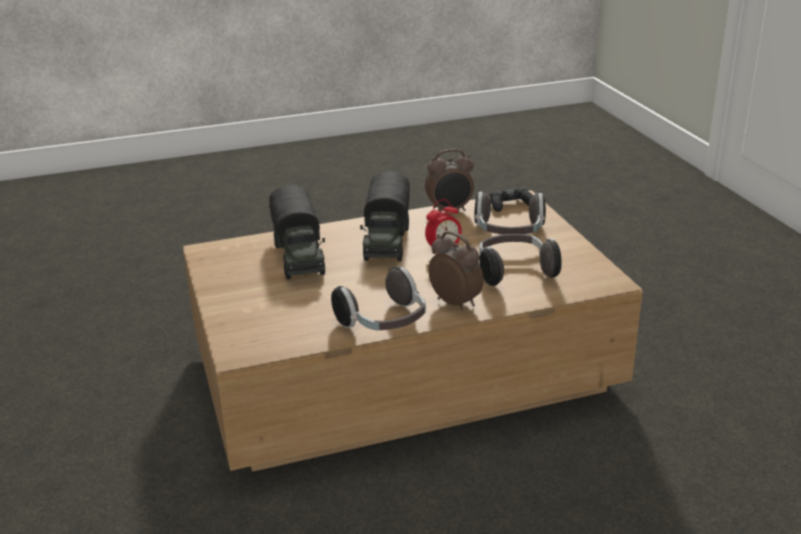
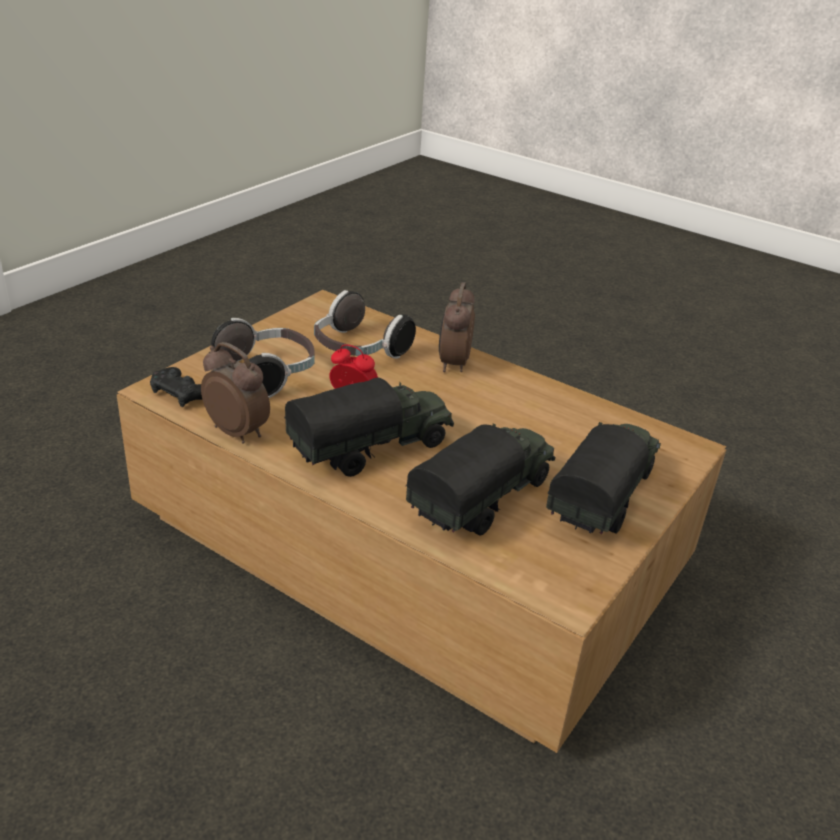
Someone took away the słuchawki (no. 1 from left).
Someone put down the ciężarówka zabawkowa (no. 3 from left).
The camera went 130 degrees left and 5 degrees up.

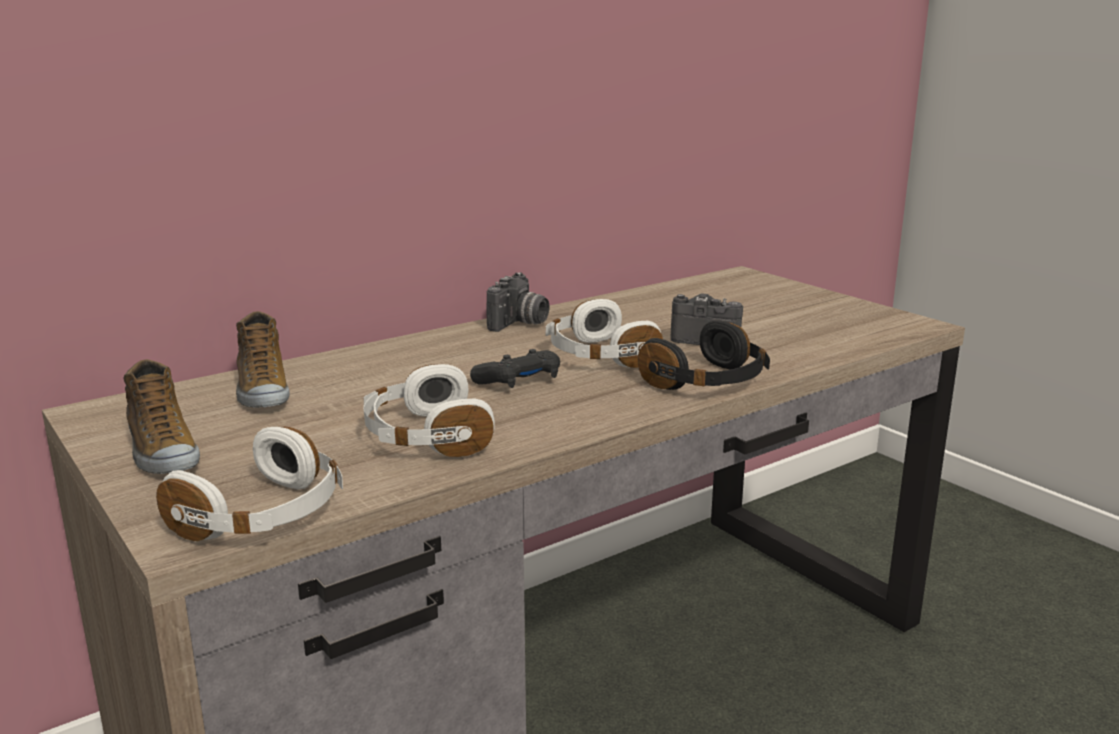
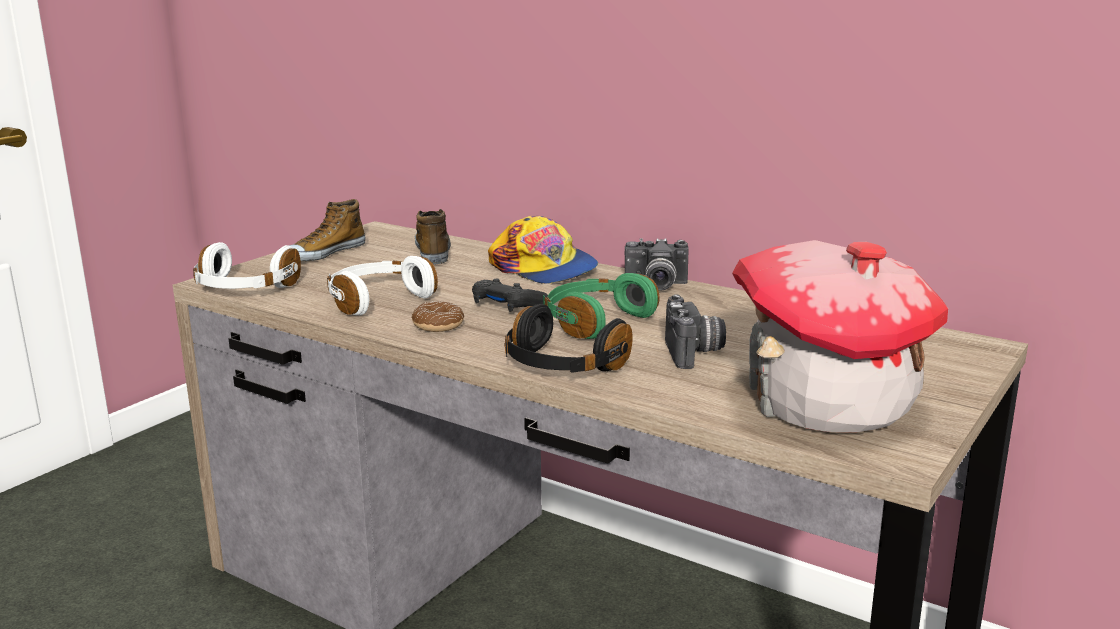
Someone put down the donut.
Someone put down the czapka z daszkiem.
Someone put down the domek.
Someone repainted the słuchawki/biały (no. 3 from left), which became the słuchawki/zielony.
Someone rotated the but (no. 2 from left) by 120 degrees clockwise.
The camera went 70 degrees right and 0 degrees up.

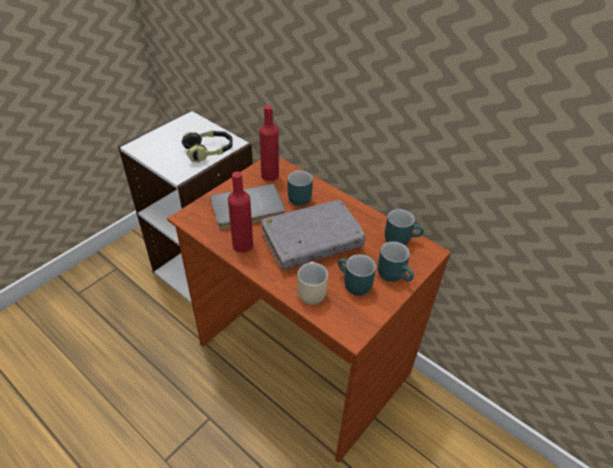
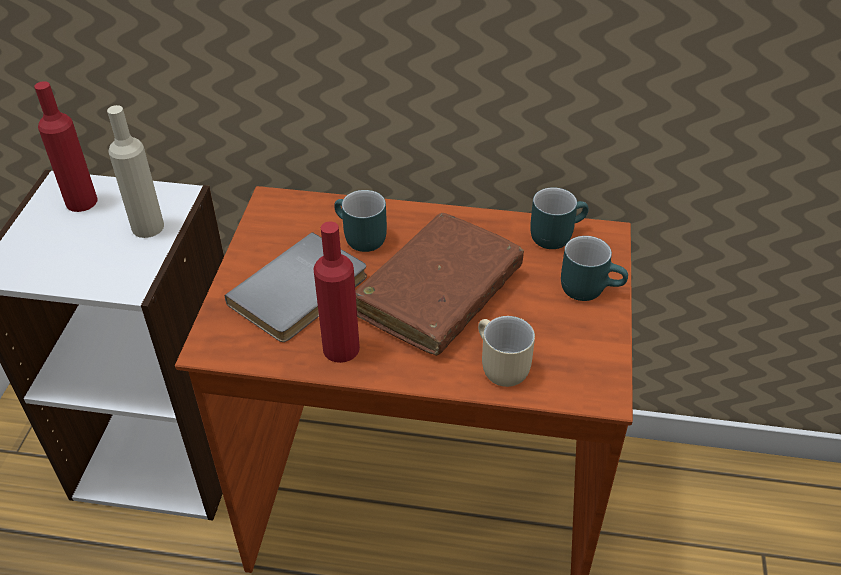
Someone took away the kubek/turkusowy (no. 2 from left).
Someone carried the butelka/czerwony (no. 2 from left in the first image).
Someone swapped the słuchawki for the butelka/beżowy.
Someone repainted the książka/szary (no. 2 from left), which became the książka/brązowy.
The camera went 30 degrees left and 0 degrees up.

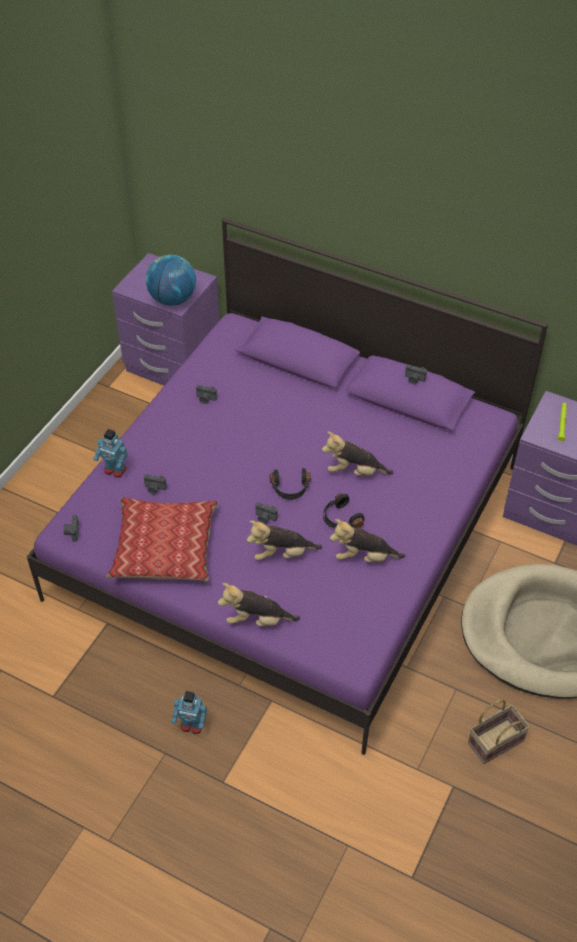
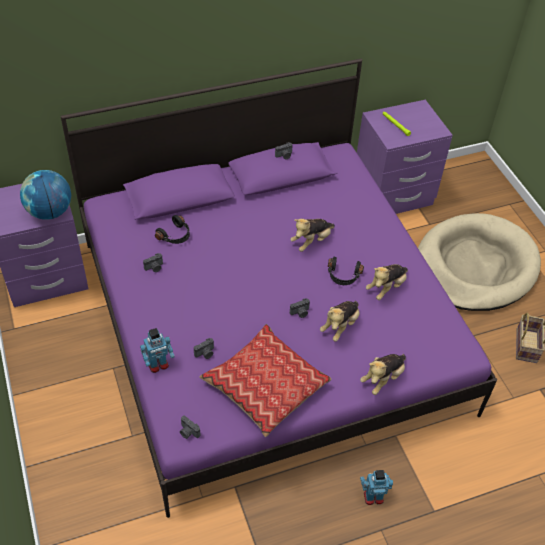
Someone carried the słuchawki/czarny (no. 1 from left).
Someone rotated the robot zabawkowy (no. 2 from left) by 150 degrees counterclockwise.
The camera went 50 degrees left and 0 degrees up.

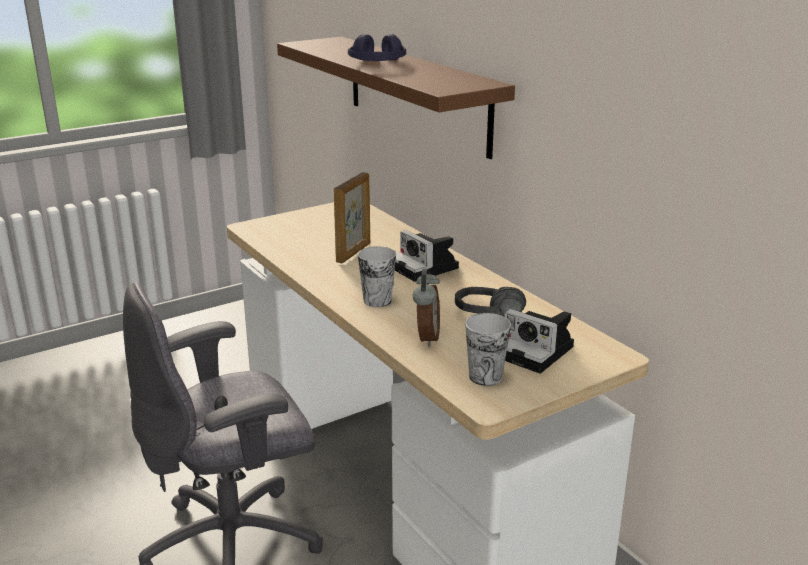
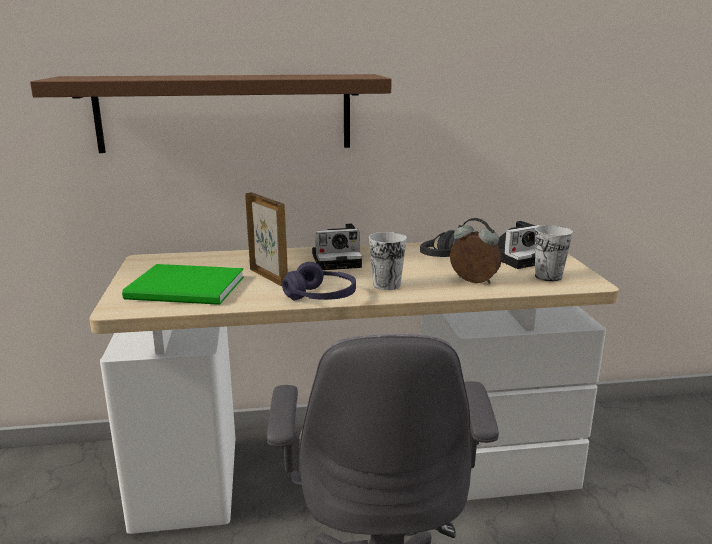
Someone put down the książka/zielony.
Someone carried the słuchawki/fioletowy.
The camera went 65 degrees left and 5 degrees down.

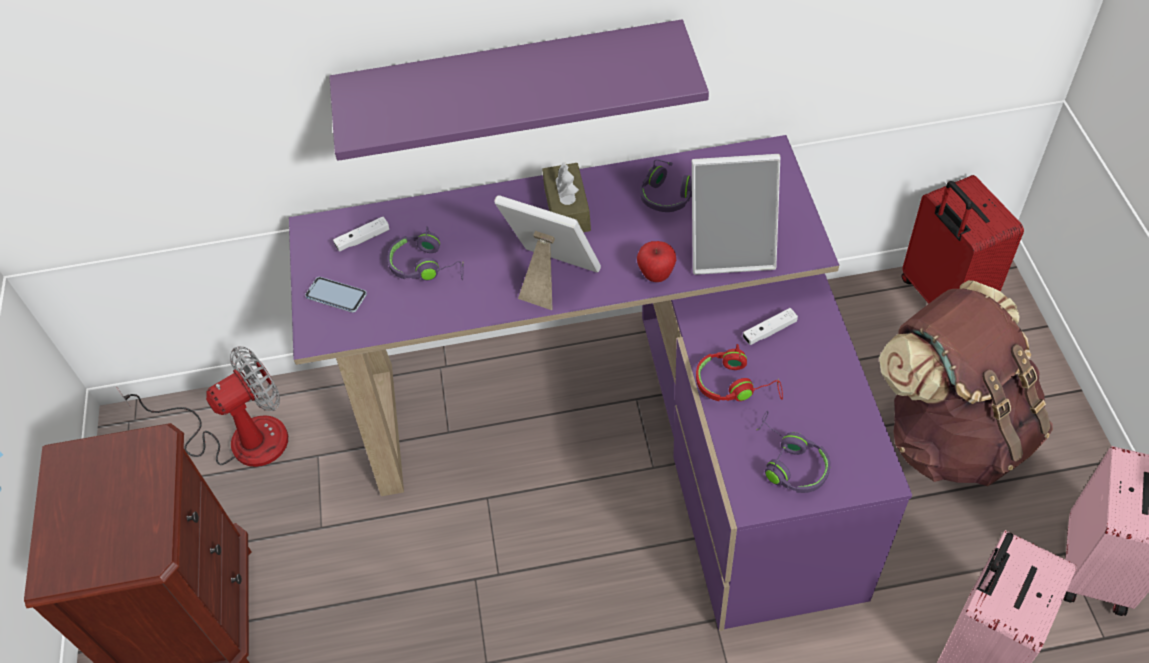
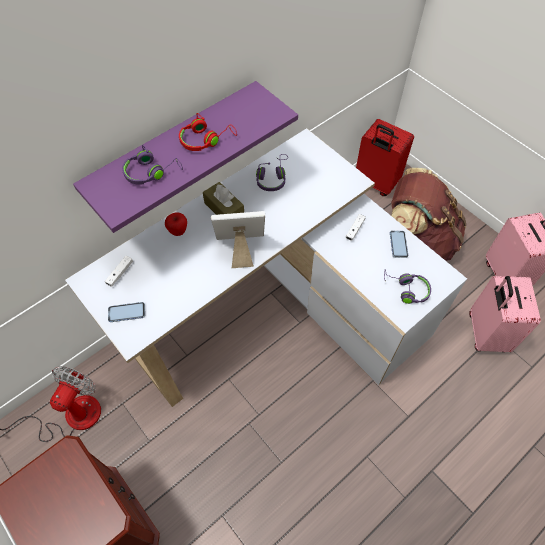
Someone took away the ramka na zdjęcie (no. 2 from left).
Someone put down the telefon (no. 2 from left).
Someone carried the słuchawki/fioletowy (no. 1 from left).
Someone carried the jabłko.
Someone carried the słuchawki/czerwony.
Someone repainted the biurko/fioletowy, which became the biurko/biały.
The camera went 35 degrees left and 5 degrees up.

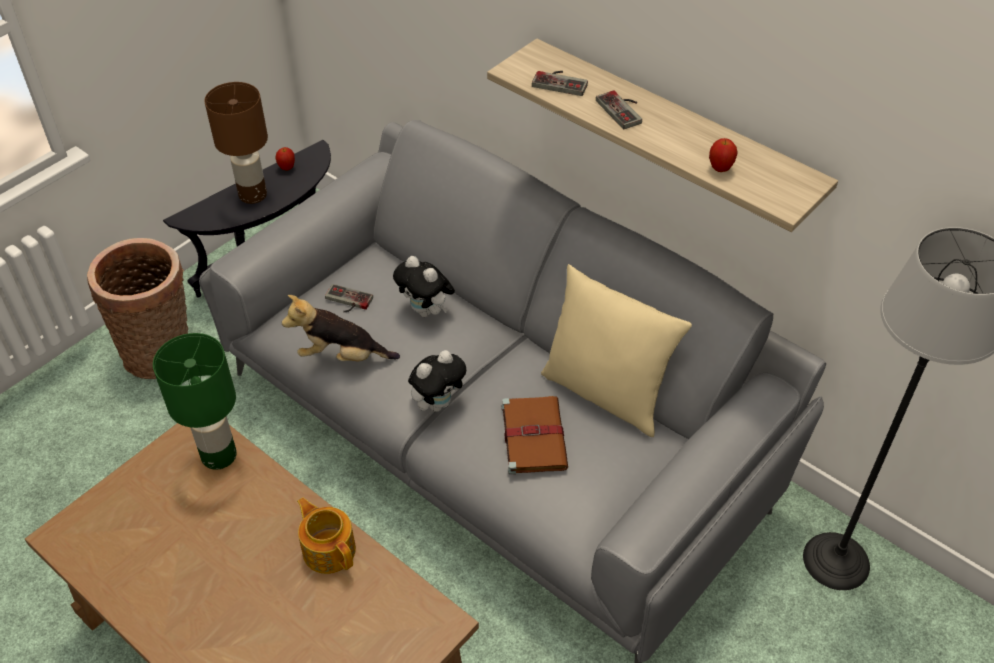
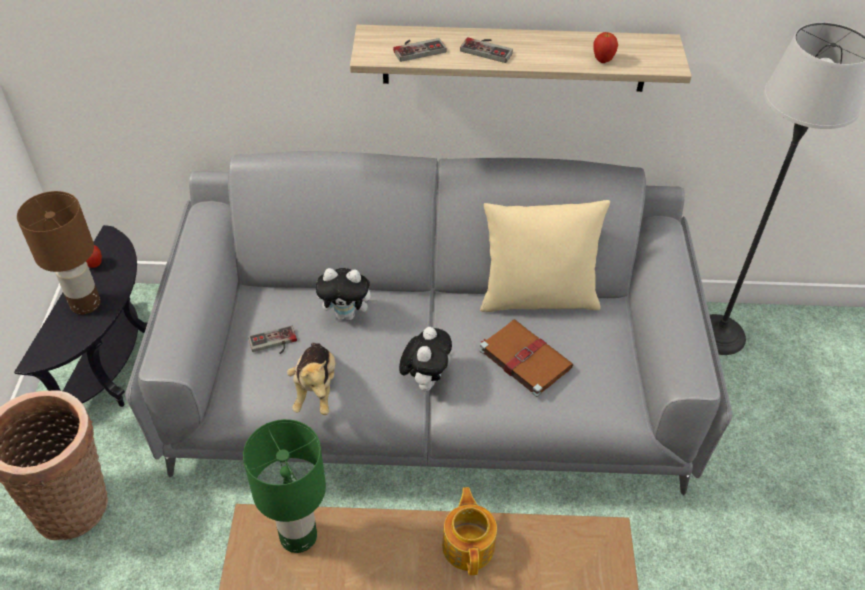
Someone rotated the pluszak (no. 1 from left) by 60 degrees counterclockwise.
Someone rotated the imbryk by 75 degrees clockwise.
The camera went 40 degrees left and 0 degrees up.

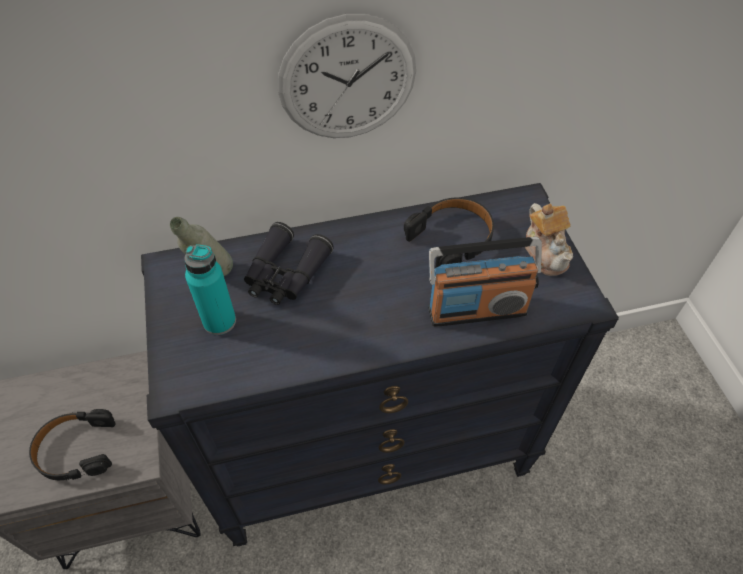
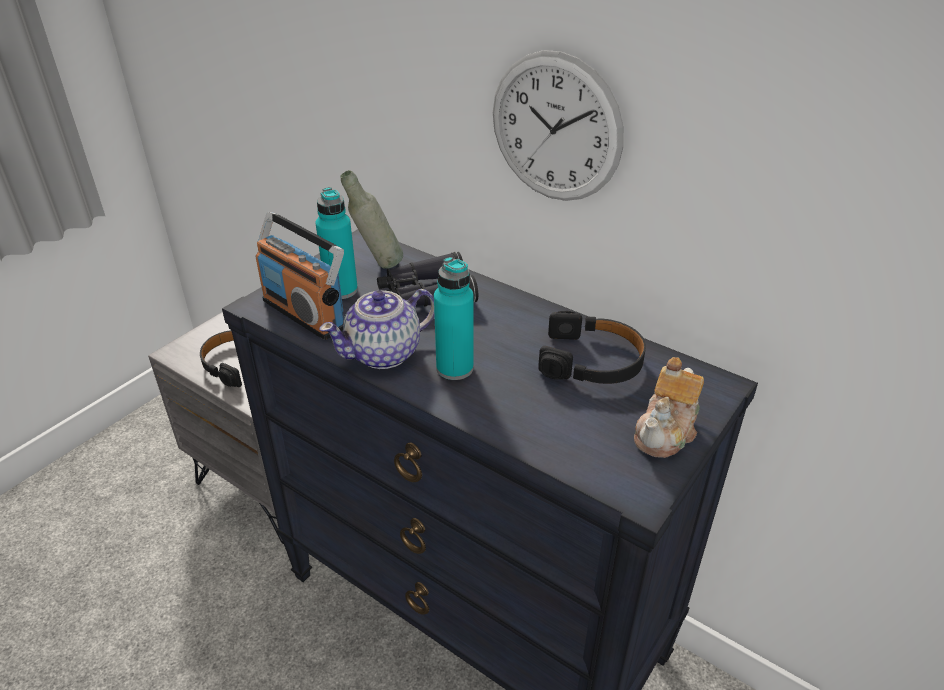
Someone put down the imbryk (no. 1 from left).
Someone put down the butelka/turkusowy (no. 2 from left).
Someone carried the radio.
The camera went 50 degrees right and 15 degrees down.

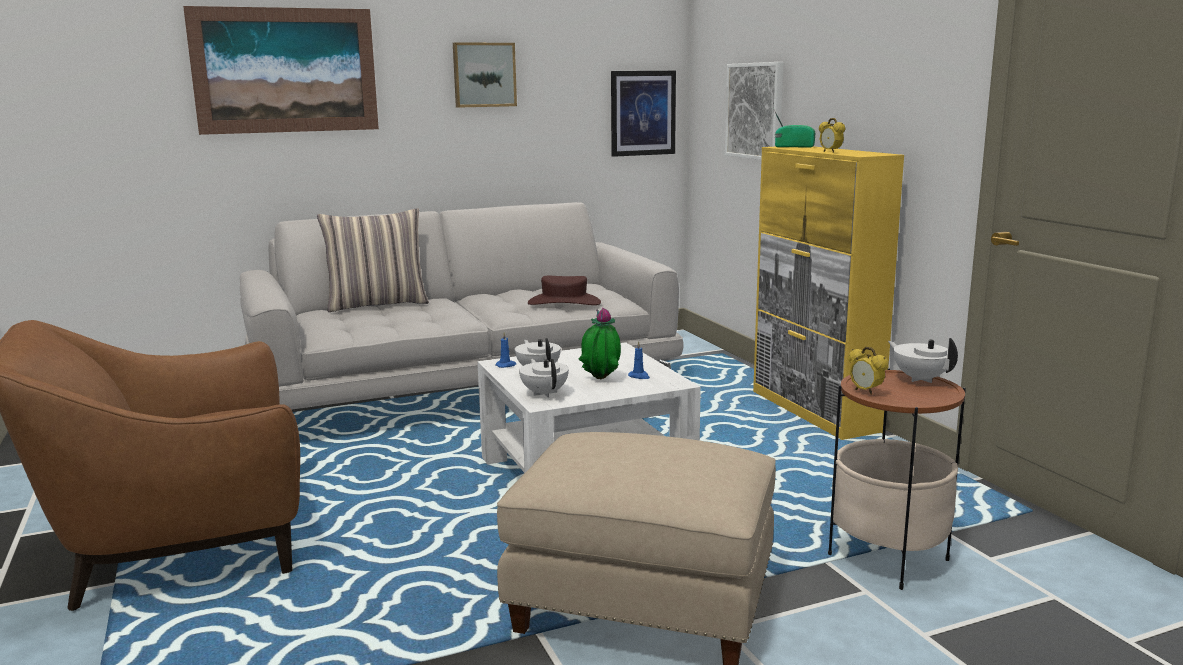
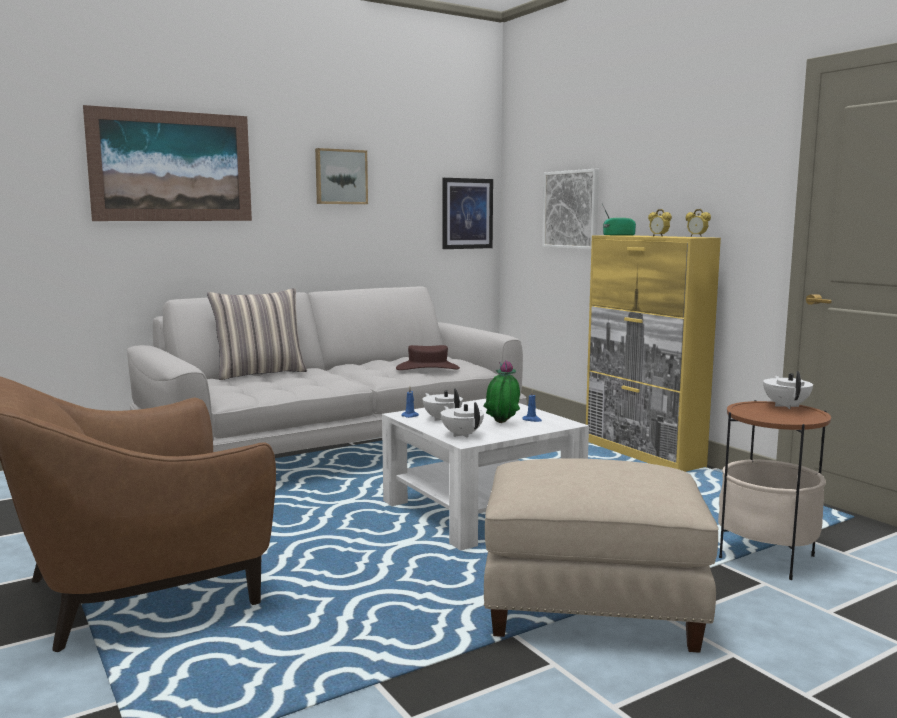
Someone carried the budzik (no. 2 from left).
Someone rotated the imbryk/biały (no. 3 from left) by 45 degrees clockwise.
The camera went 10 degrees left and 5 degrees down.

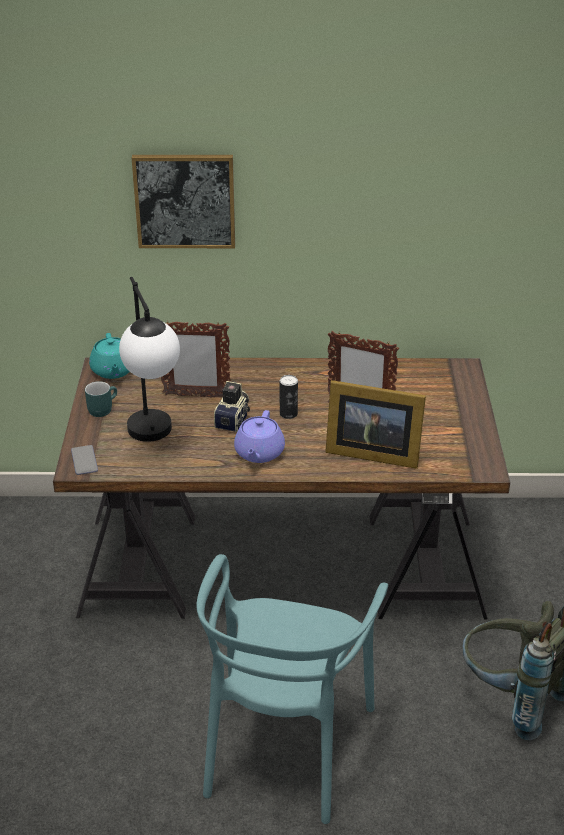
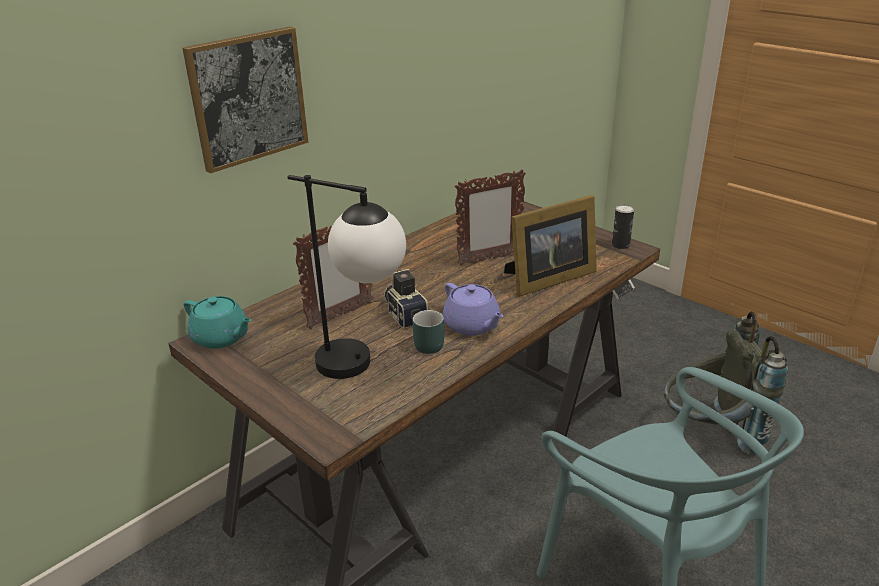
Someone took away the telefon.
Someone carried the kubek/turkusowy.
Someone carried the puszka.
The camera went 45 degrees left and 5 degrees down.

